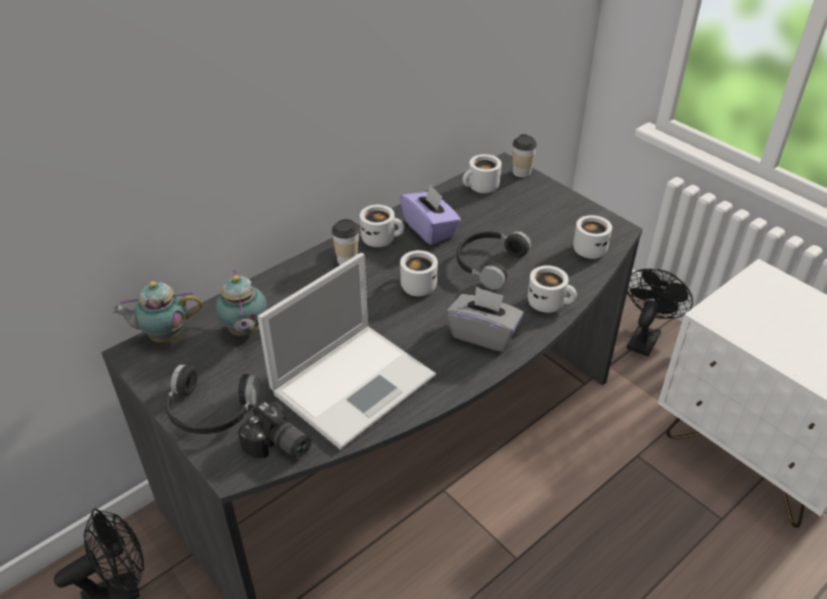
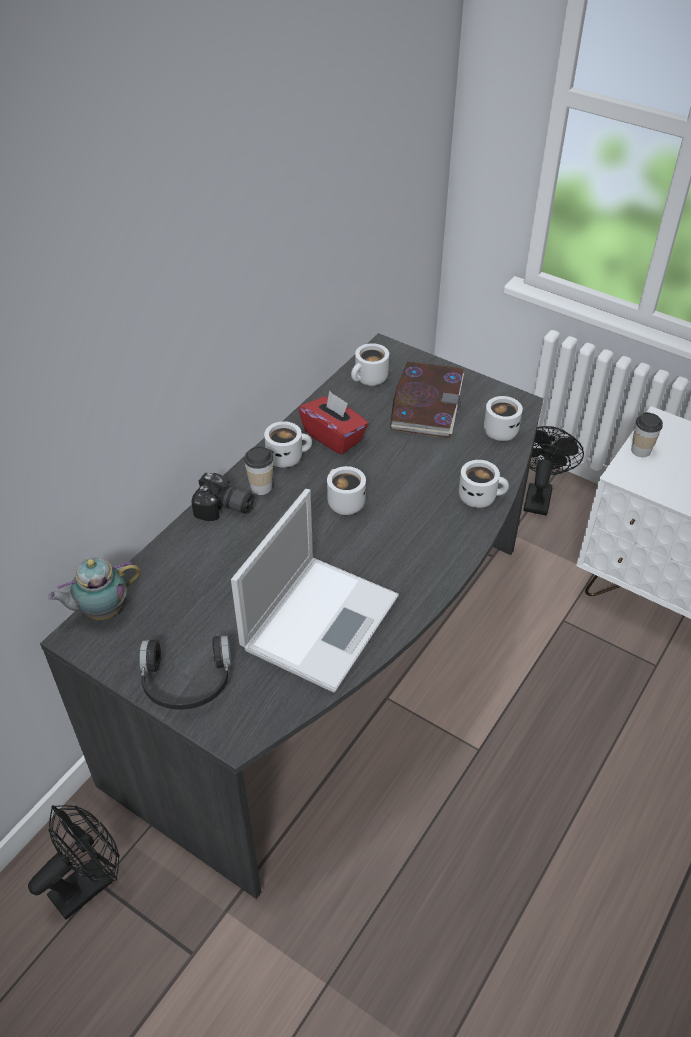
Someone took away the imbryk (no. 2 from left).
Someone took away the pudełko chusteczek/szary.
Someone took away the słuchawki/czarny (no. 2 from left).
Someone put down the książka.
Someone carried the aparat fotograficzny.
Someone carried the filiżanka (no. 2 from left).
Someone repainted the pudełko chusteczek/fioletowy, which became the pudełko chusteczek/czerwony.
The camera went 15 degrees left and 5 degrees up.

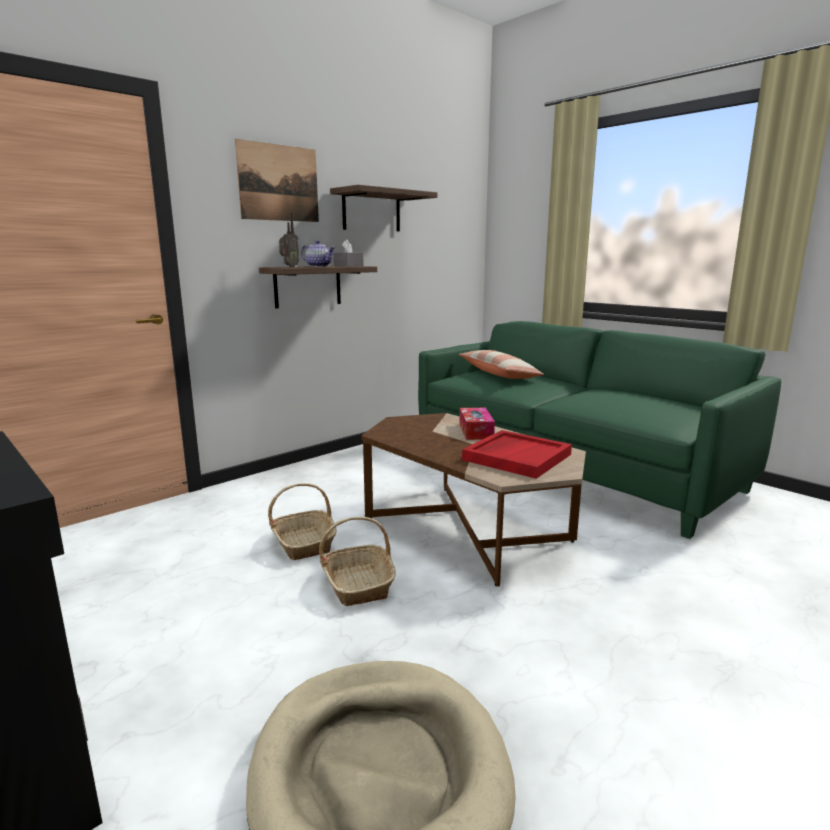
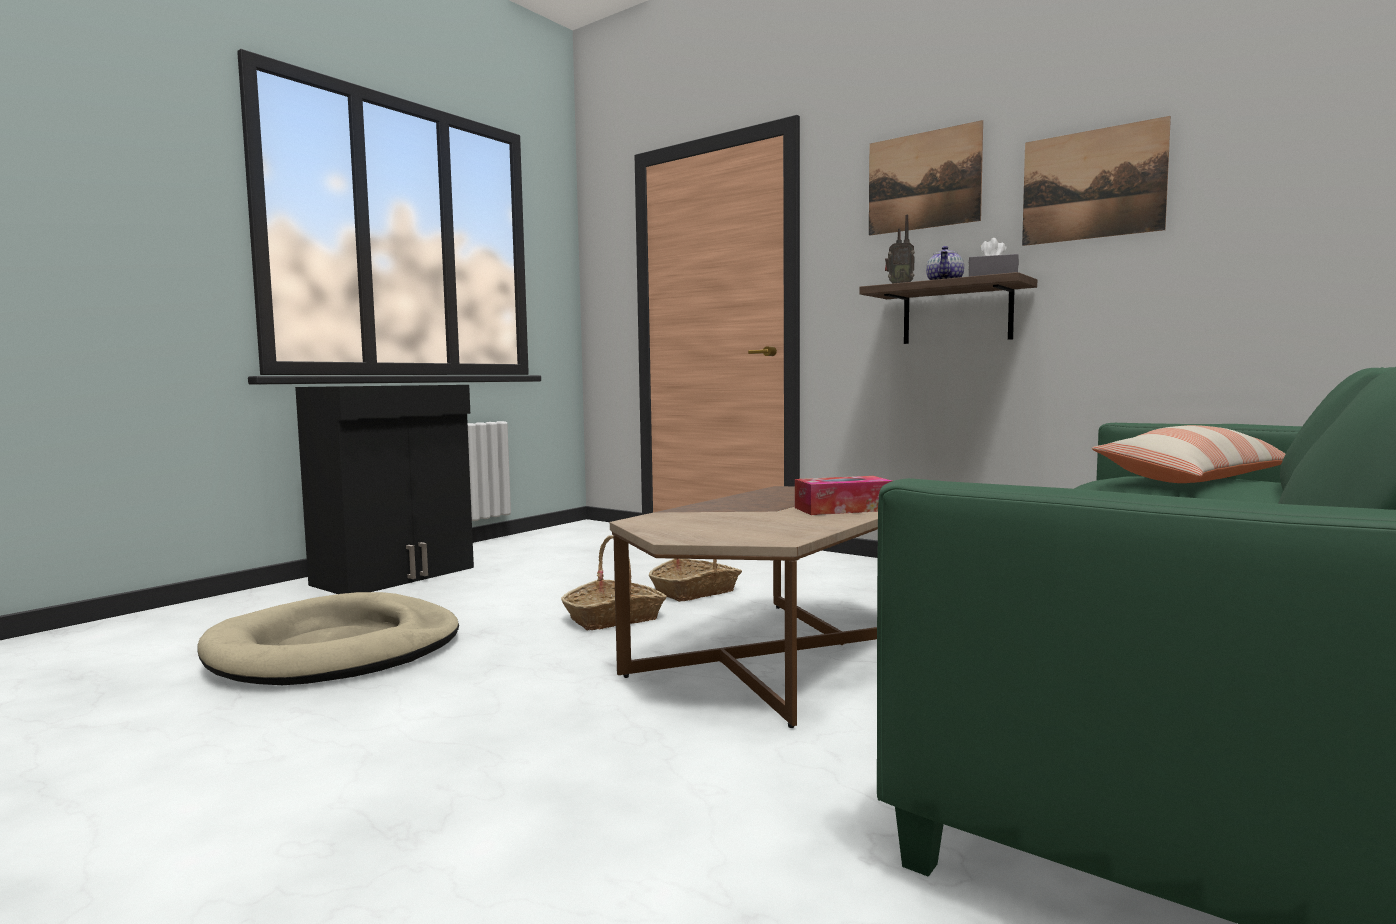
Someone took away the taca/czerwony.
Someone swapped the półka (no. 2 from left) for the obraz (no. 2 from left).
The camera went 80 degrees right and 10 degrees down.

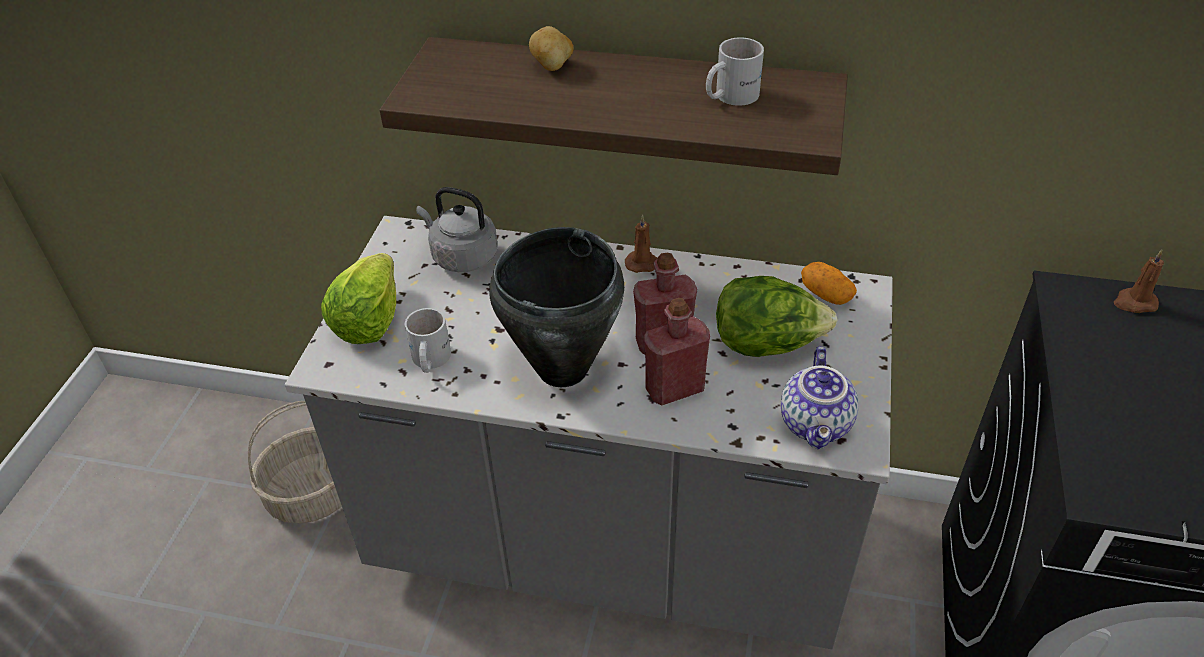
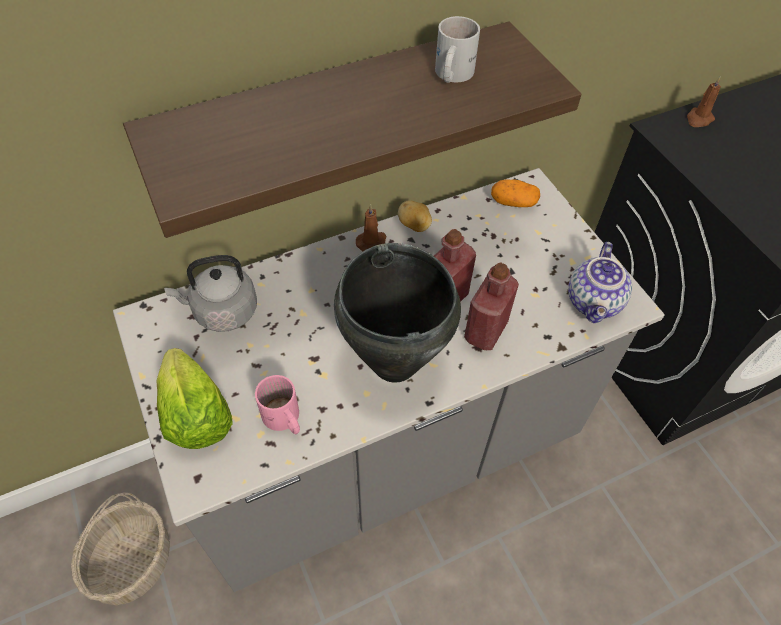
Someone took away the sałata (no. 2 from left).
Someone carried the ziemniak (no. 1 from left).
Someone repainted the kubek/biały (no. 1 from left), which became the kubek/różowy.
Someone rotated the imbryk by 45 degrees clockwise.
The camera went 40 degrees left and 10 degrees up.

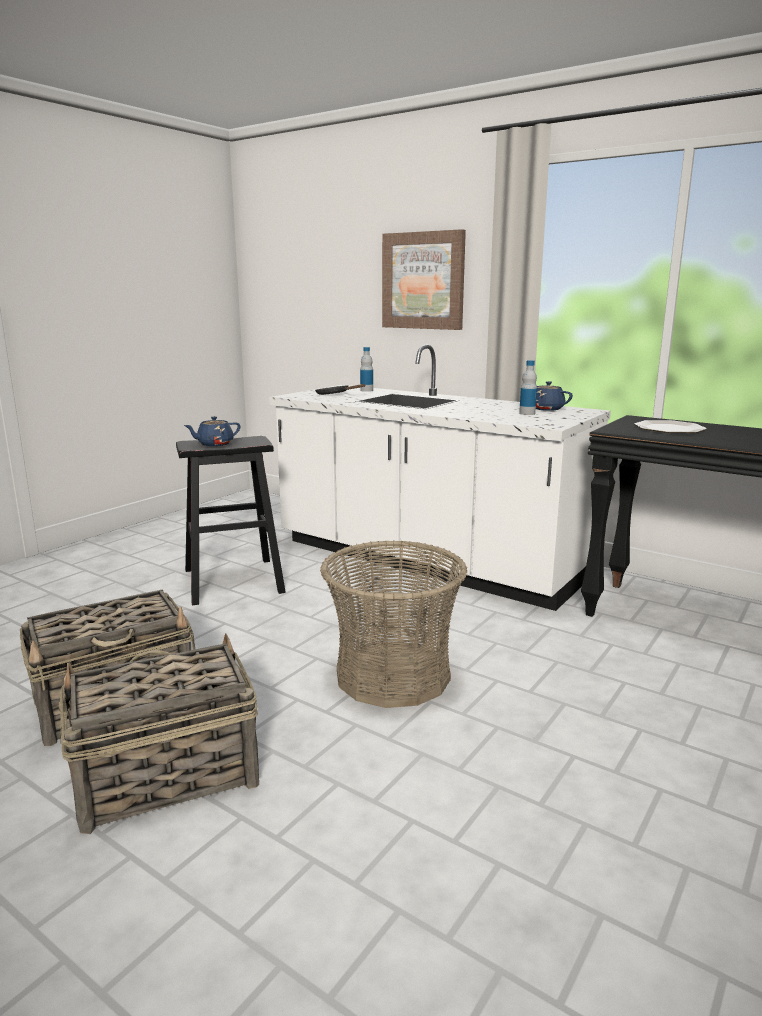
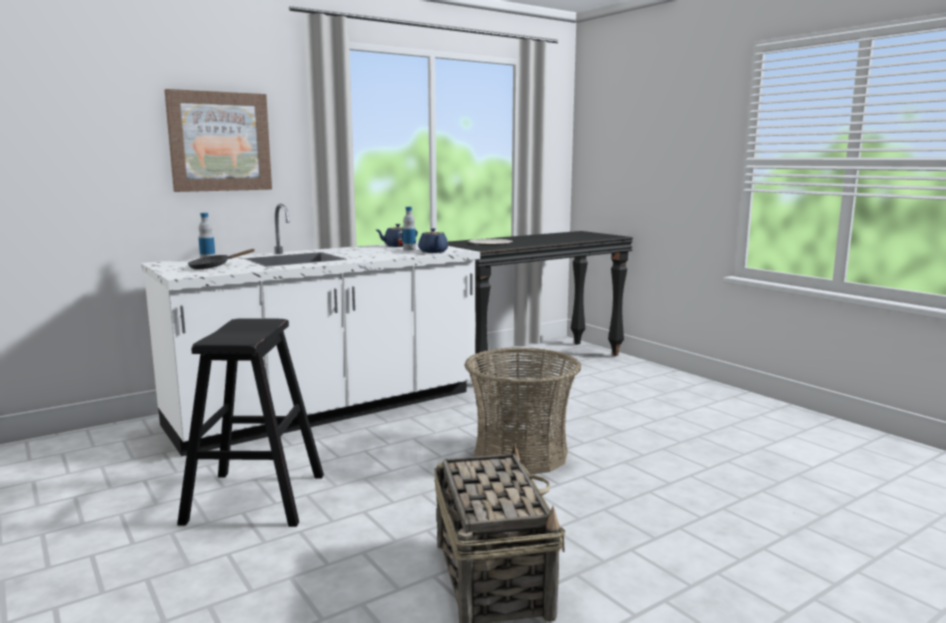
Someone took away the koszyk (no. 2 from left).
Someone carried the imbryk/niebieski (no. 1 from left in the first image).
The camera went 70 degrees left and 5 degrees down.

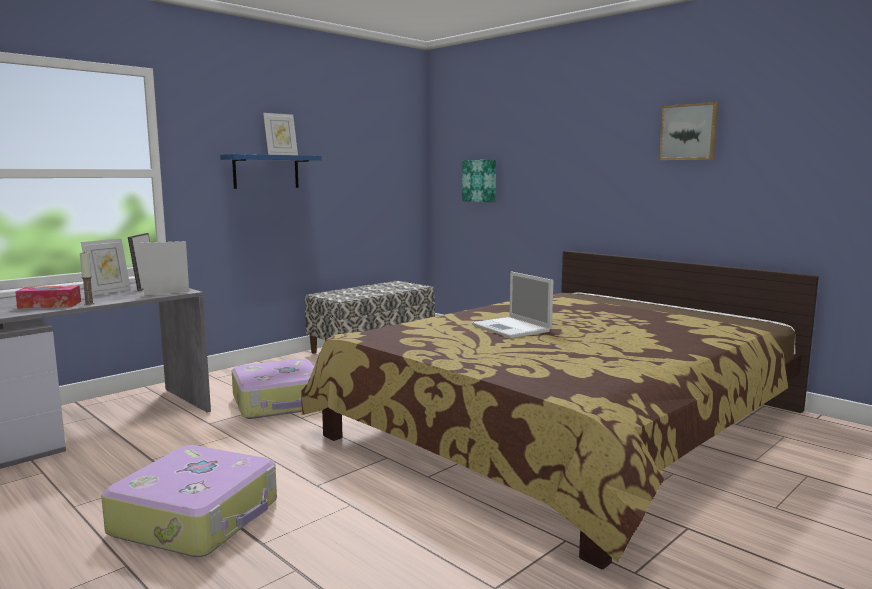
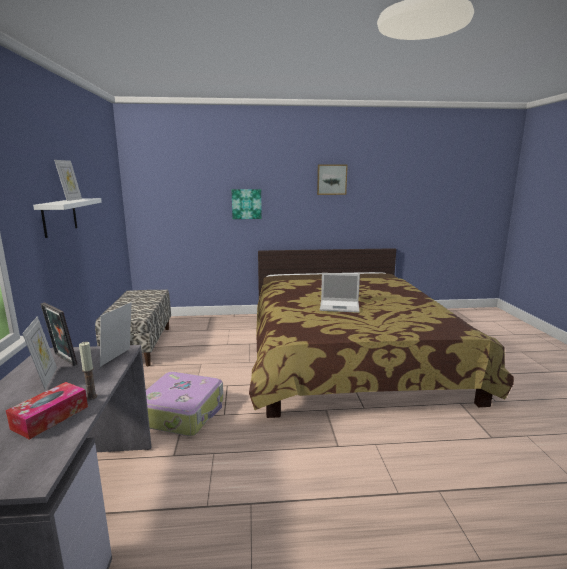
Someone took away the walizka (no. 1 from left).
Someone carried the obraz (no. 1 from left).
Someone repainted the półka/niebieski, which became the półka/biały.
The camera went 50 degrees left and 5 degrees up.

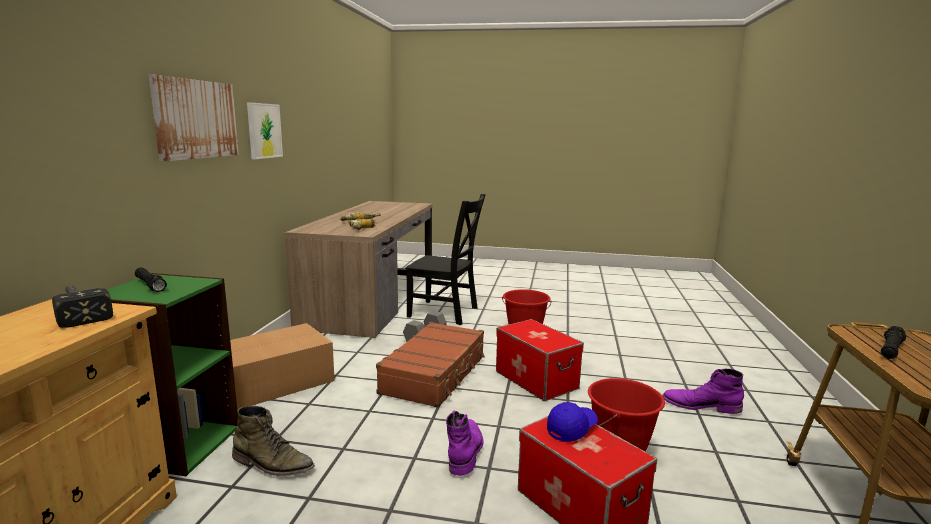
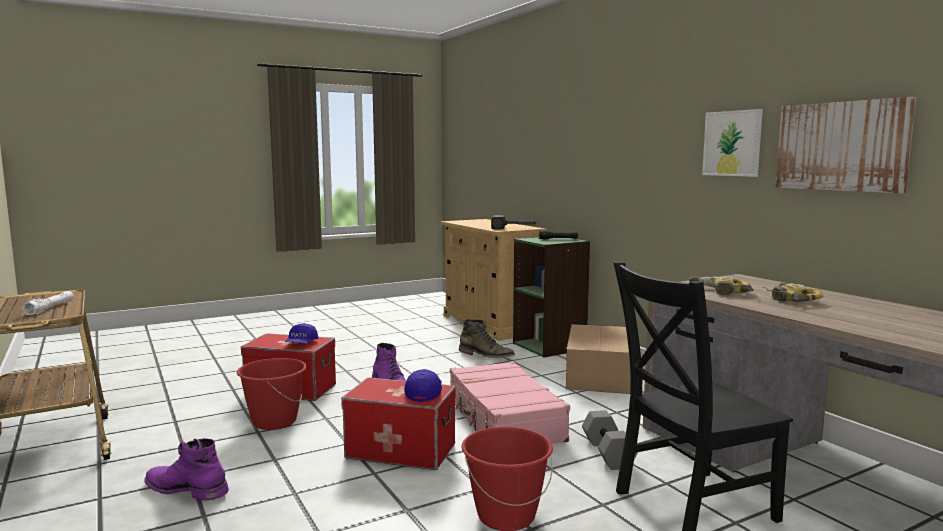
Someone put down the czapka z daszkiem/niebieski (no. 2 from left).
Someone carried the obraz (no. 1 from left in the first image).
Someone repainted the walizka/brązowy, which became the walizka/różowy.
Someone repainted the latarka/czarny (no. 2 from left), which became the latarka/biały.
Someone rotated the but z cholewką/zielony by 135 degrees counterclockwise.
Someone rotated the but z cholewką/fioletowy (no. 2 from left in the first image) by 135 degrees counterclockwise.
The camera went 140 degrees right and 5 degrees down.

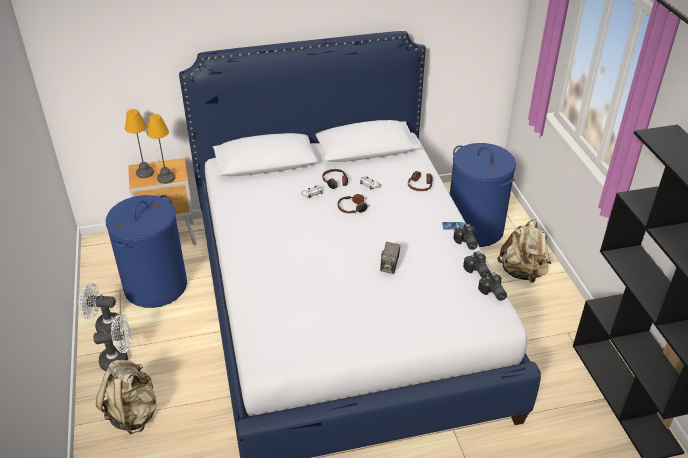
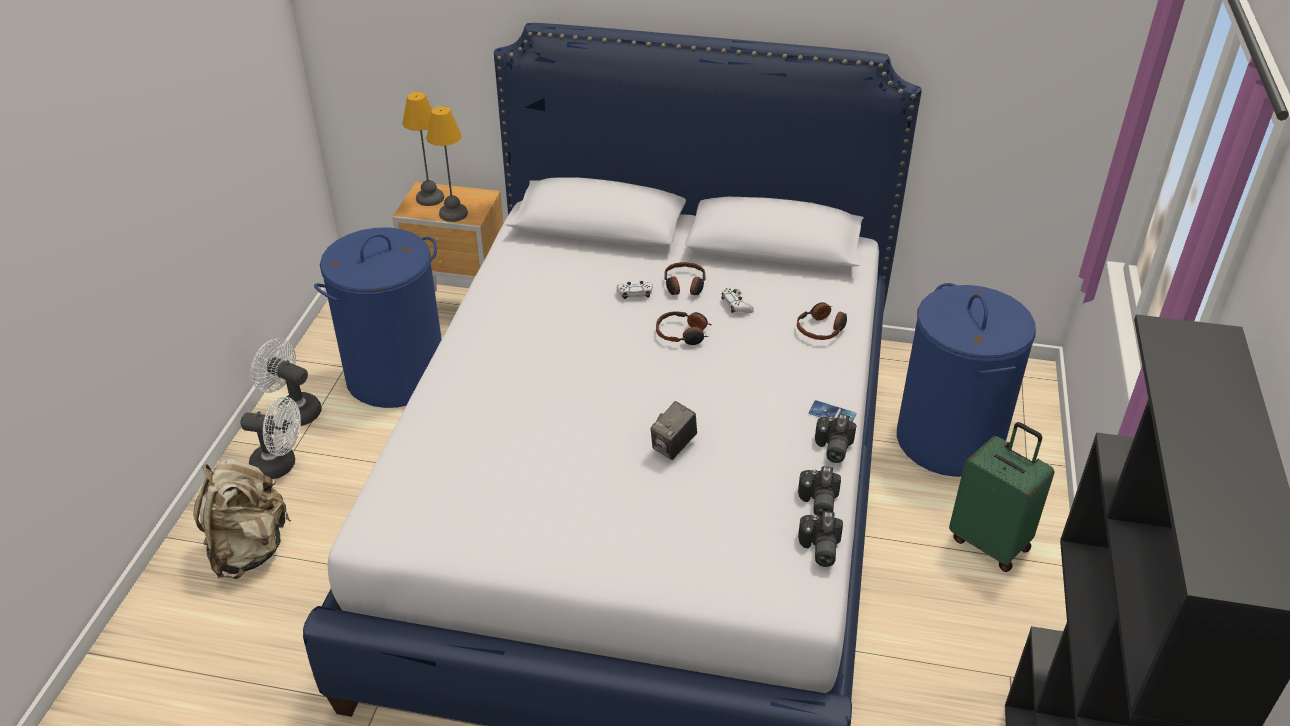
Someone swapped the plecak/beżowy (no. 2 from left) for the walizka/zielony.
The camera went 25 degrees right and 0 degrees up.

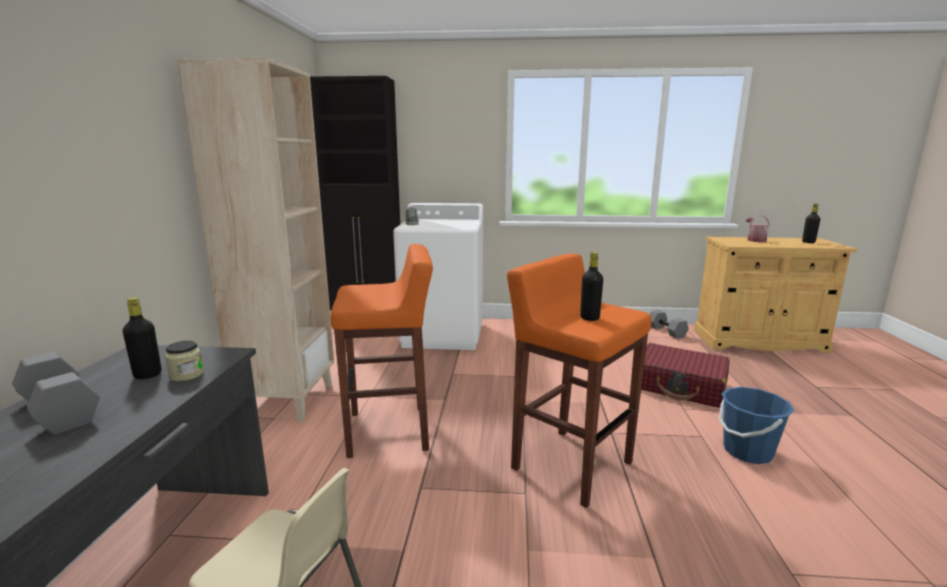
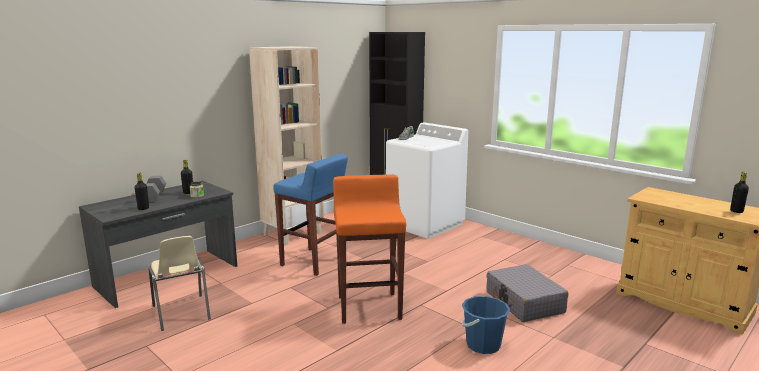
Someone took away the hantel/szary (no. 2 from left).
Someone took away the konewka.
Someone carried the butelka/czarny (no. 2 from left in the first image).
Someone repainted the stołek/pomarańczowy (no. 1 from left), which became the stołek/niebieski.
Someone repainted the walizka/czerwony, which became the walizka/szary.
The camera went 40 degrees right and 0 degrees up.

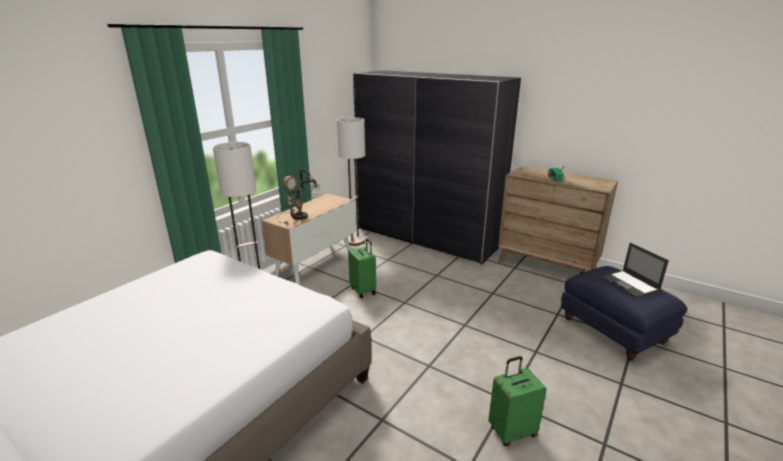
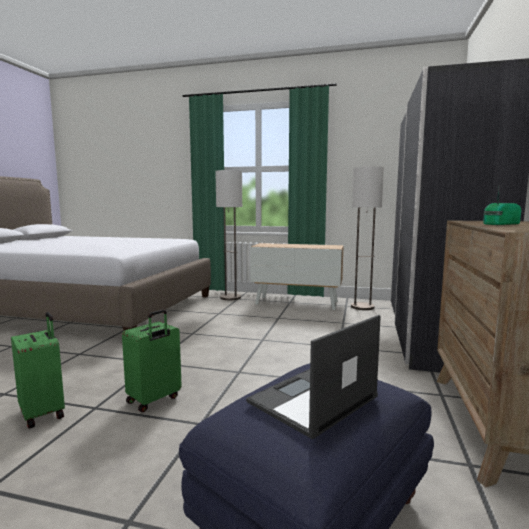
Someone took away the lampa stołowa.
Someone carried the walizka/zielony (no. 1 from left in the first image).
The camera went 70 degrees right and 15 degrees down.

